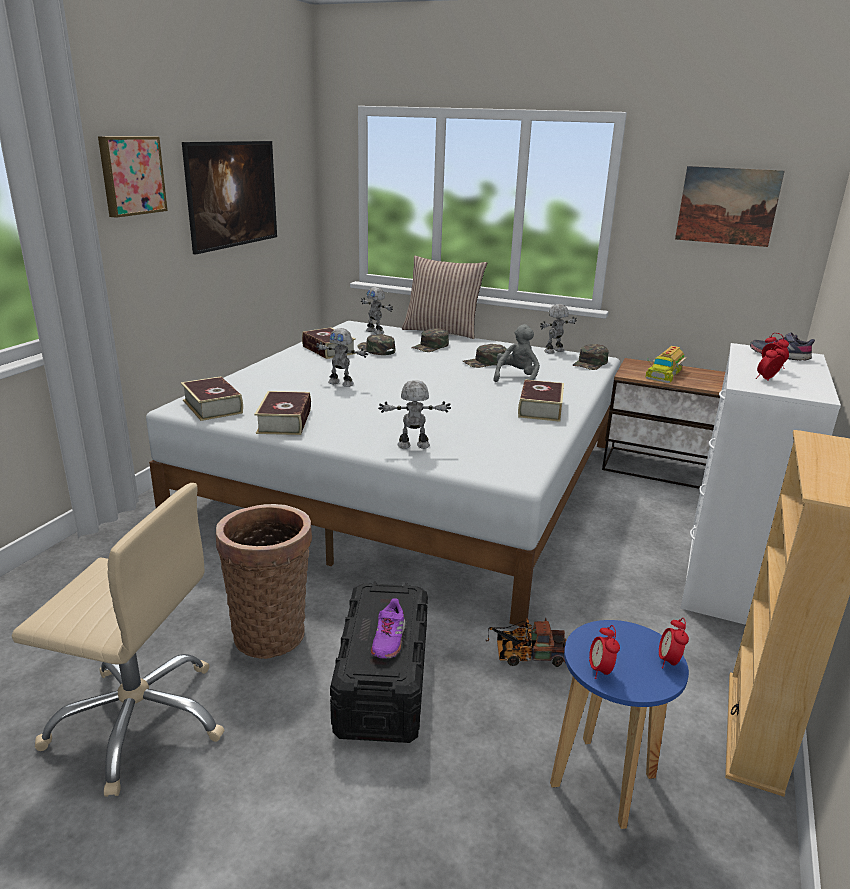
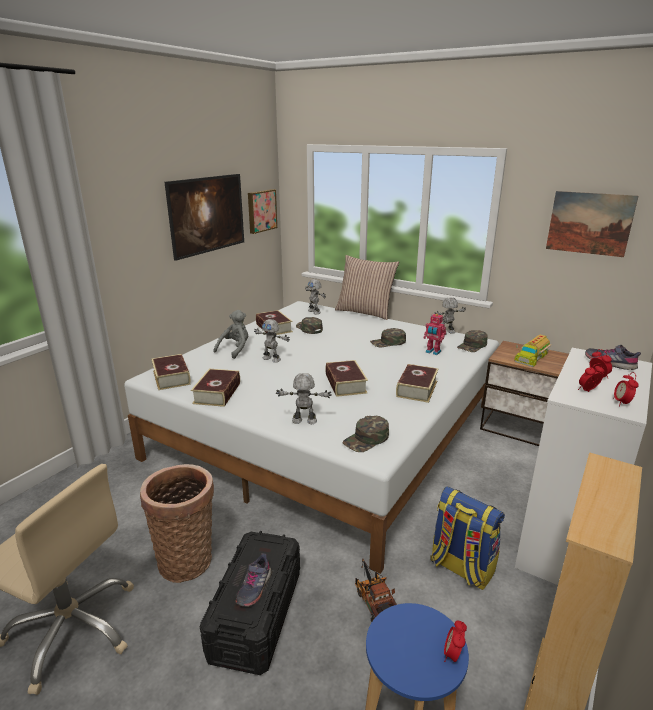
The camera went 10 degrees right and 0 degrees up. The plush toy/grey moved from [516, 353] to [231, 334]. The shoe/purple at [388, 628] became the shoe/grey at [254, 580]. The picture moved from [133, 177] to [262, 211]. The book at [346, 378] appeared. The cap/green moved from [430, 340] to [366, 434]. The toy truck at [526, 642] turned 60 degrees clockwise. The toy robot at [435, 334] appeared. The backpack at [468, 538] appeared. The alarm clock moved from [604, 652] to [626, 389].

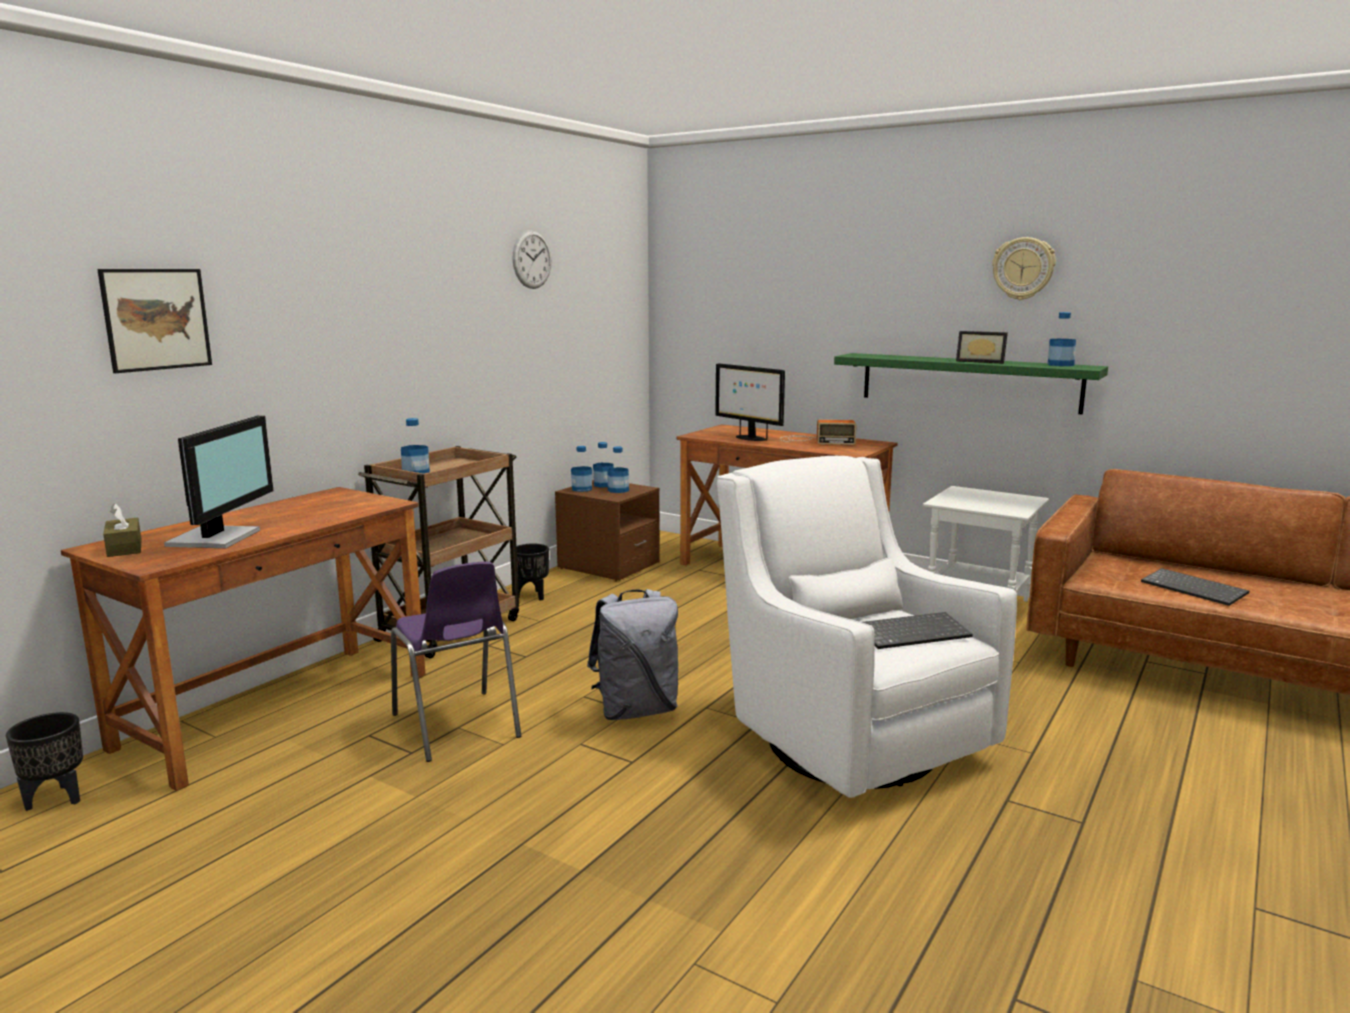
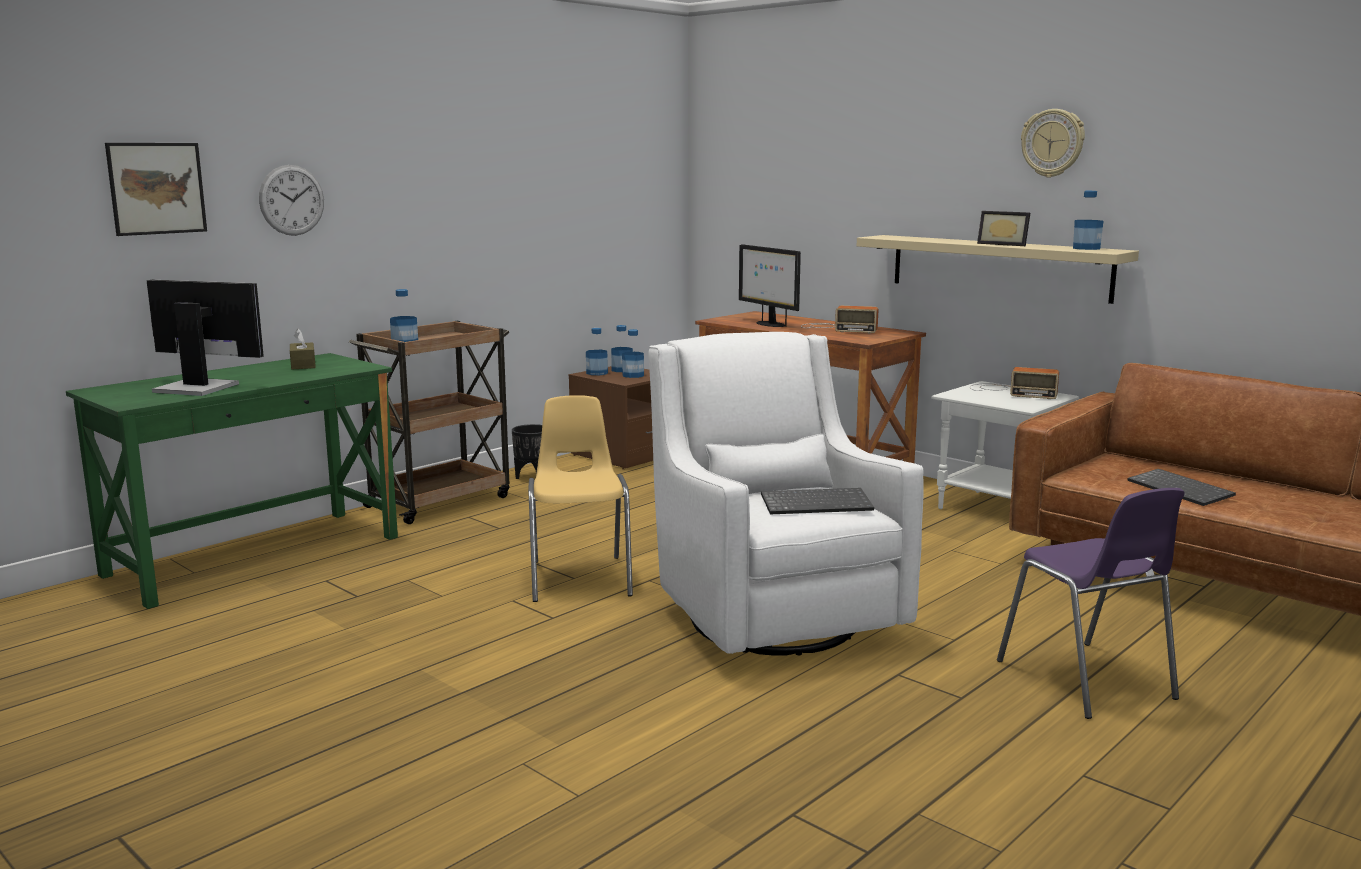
The camera went 10 degrees right and 0 degrees up. The desk/brown at [243, 639] became the desk/green at [232, 481]. The monitor at [218, 482] turned 90 degrees counterclockwise. The wall clock moved from [531, 259] to [291, 200]. The tissue box/brown moved from [122, 530] to [303, 349]. The backpack/grey at [632, 654] was replaced by the chair/yellow at [580, 498]. The shelf/green at [971, 384] became the shelf/beige at [998, 269]. The radio at [1014, 383] appeared. The chair/purple moved from [456, 661] to [1091, 603]. The planter/black at [44, 761] disappeared.

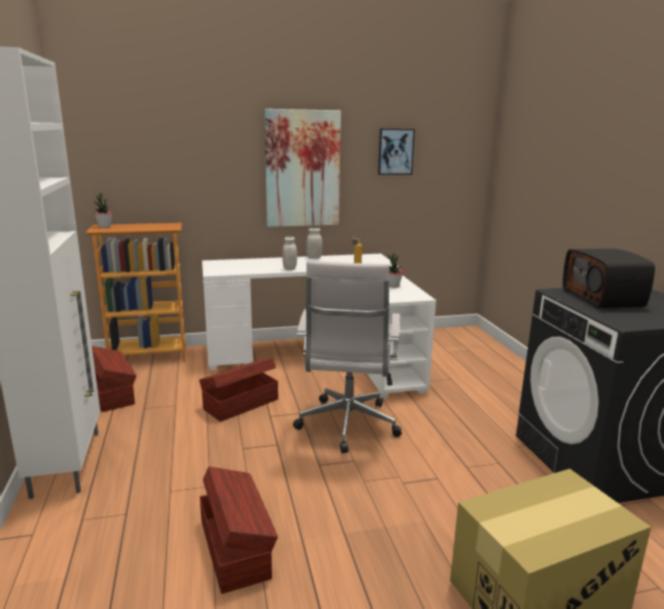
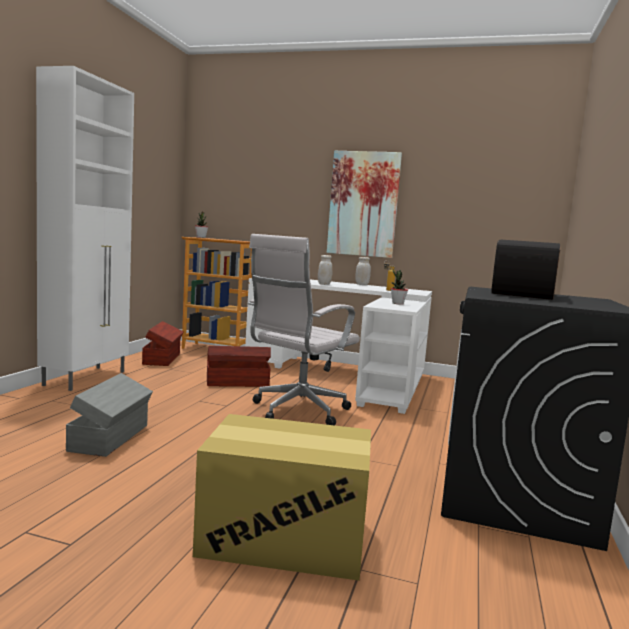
The camera went 30 degrees right and 10 degrees down. The storage box/brown at [239, 530] became the storage box/grey at [109, 415]. The picture at [396, 151] disappeared.

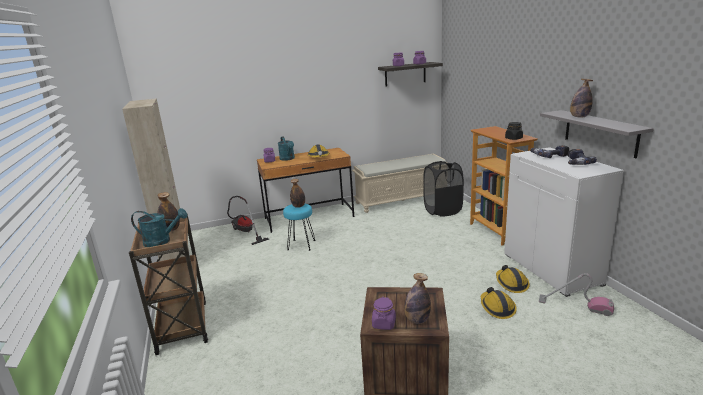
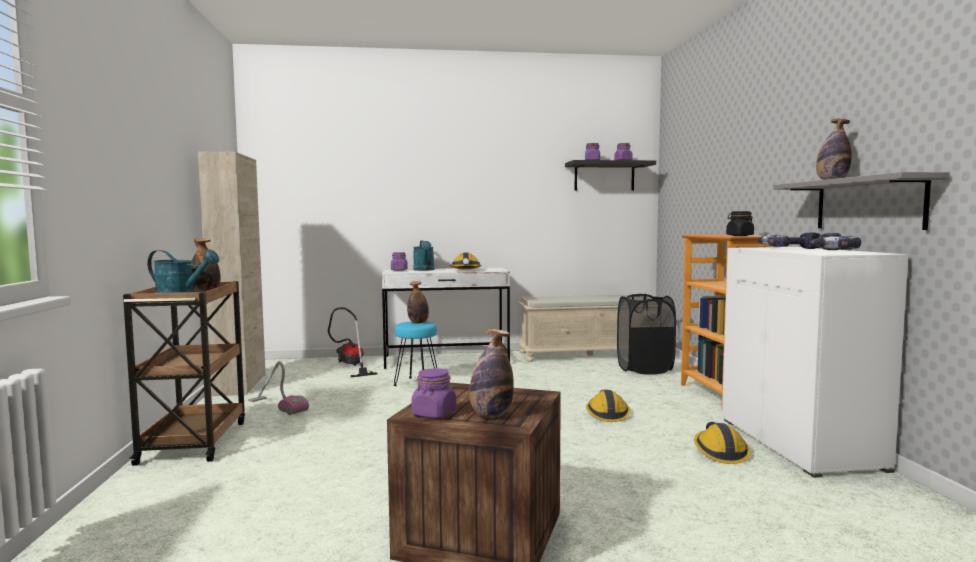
The camera went 10 degrees right and 15 degrees down. The vacuum cleaner moved from [576, 294] to [278, 388]. The desk/brown at [305, 190] became the desk/white at [446, 318]. The hard hat moved from [499, 303] to [608, 406].

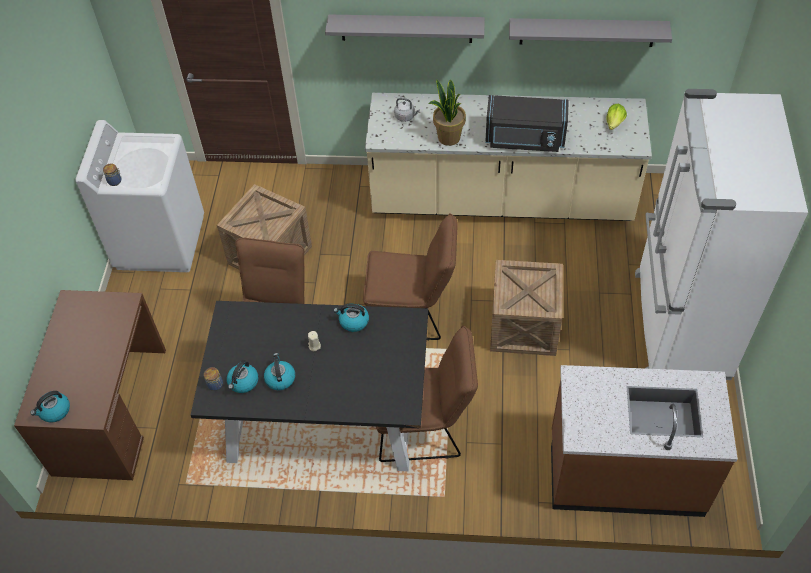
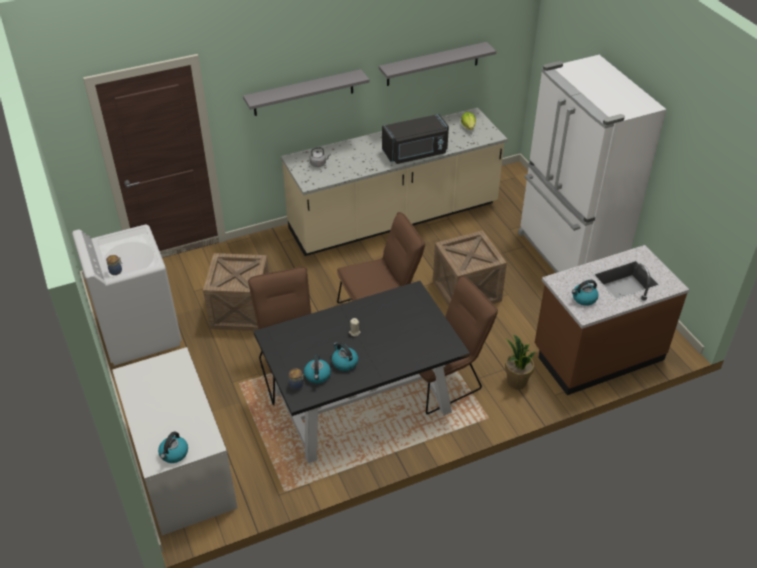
The camera went 30 degrees left and 10 degrees down. The desk/brown at [90, 385] became the desk/white at [175, 441]. The potted plant moved from [447, 112] to [520, 362]. The kettle moved from [351, 318] to [585, 293].

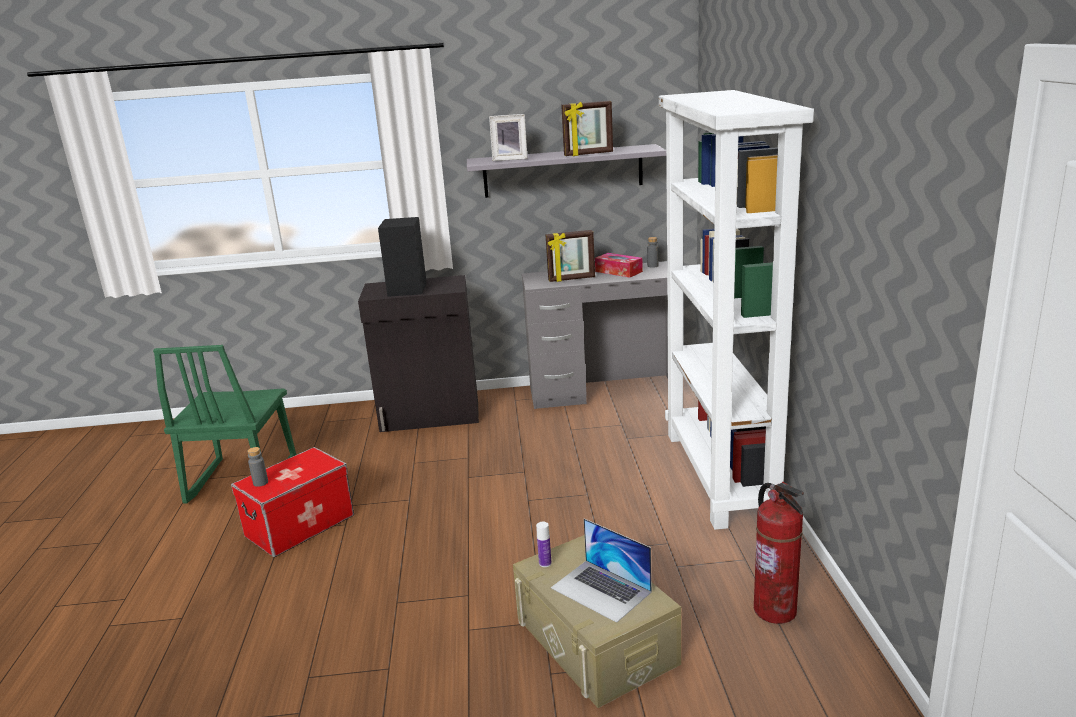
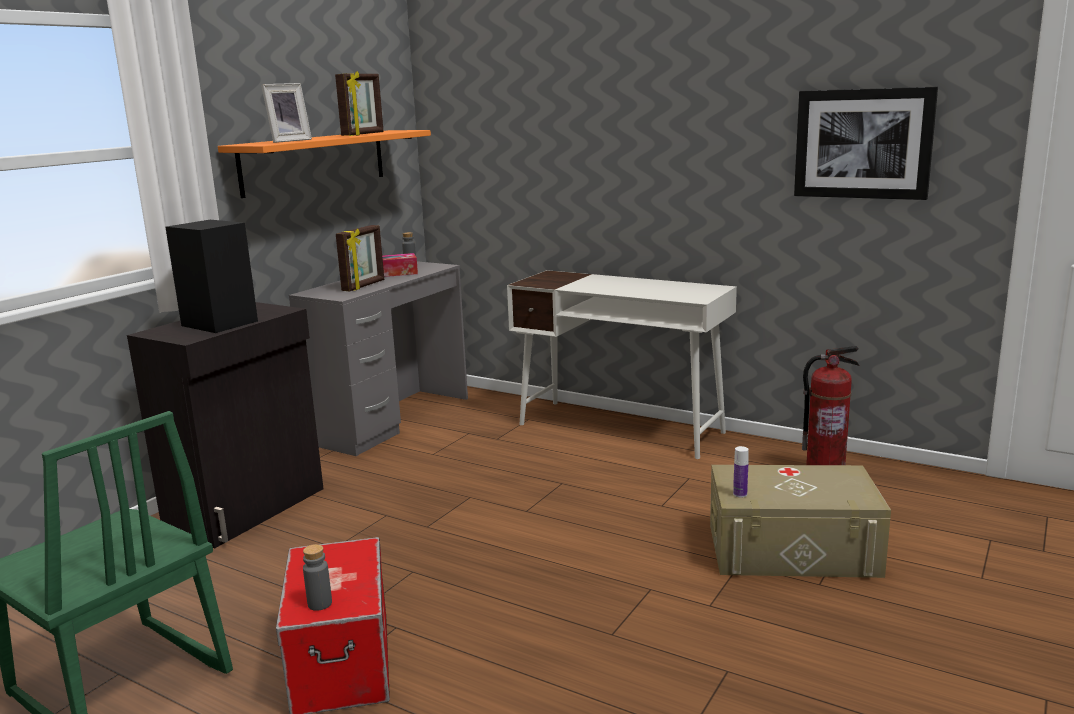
The camera went 55 degrees left and 5 degrees down. The shelf/grey at [566, 171] became the shelf/orange at [324, 164]. The bookcase/white at [736, 310] was replaced by the desk/white at [622, 364]. The picture at [866, 143] appeared. The laptop at [601, 570] disappeared.

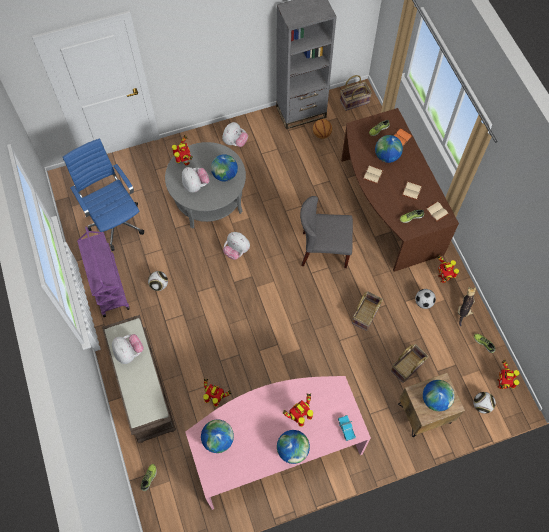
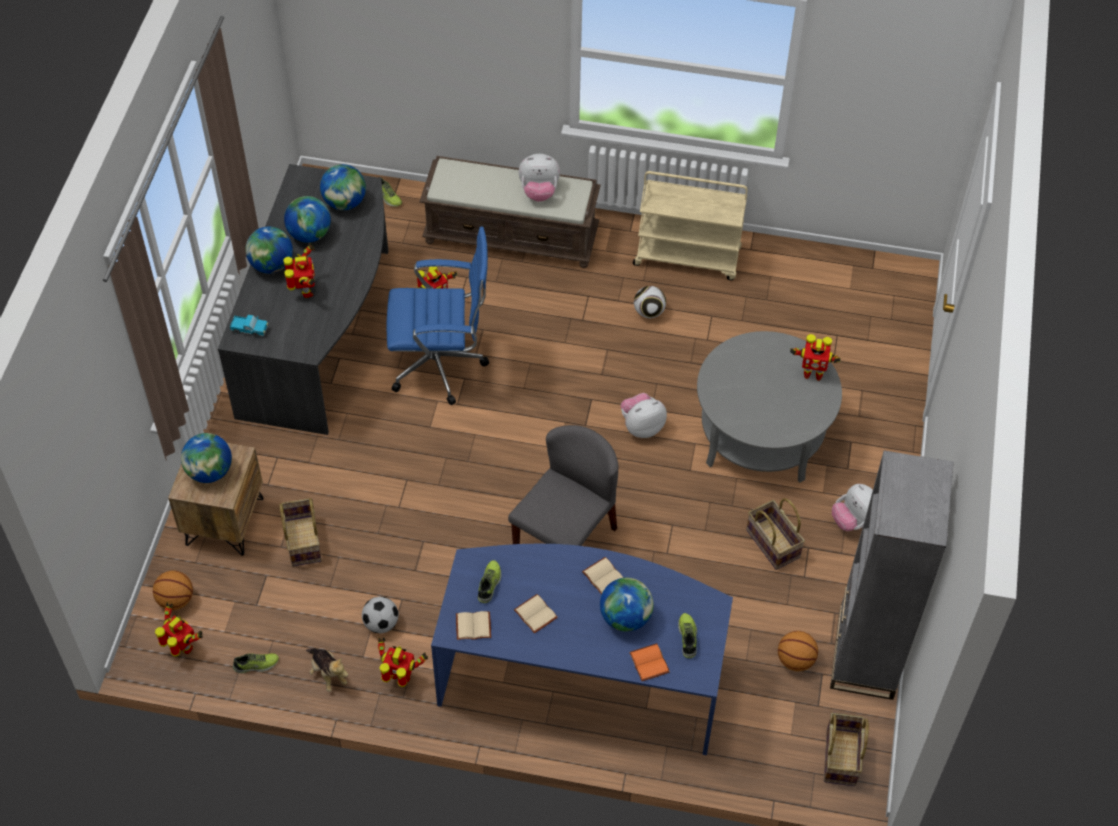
The camera went 120 degrees right and 10 degrees down. The football at [484, 403] was replaced by the basketball at [173, 590]. The desk/pink at [278, 443] became the desk/grey at [303, 299]. The globe moved from [224, 168] to [307, 219]. The office chair/blue moved from [103, 195] to [438, 316]. The desk/brown at [400, 190] became the desk/blue at [582, 649]. The cart/purple at [103, 271] became the cart/beige at [690, 225]. The basket moved from [367, 311] to [775, 534]. The plush toy at [196, 180] disappeared.

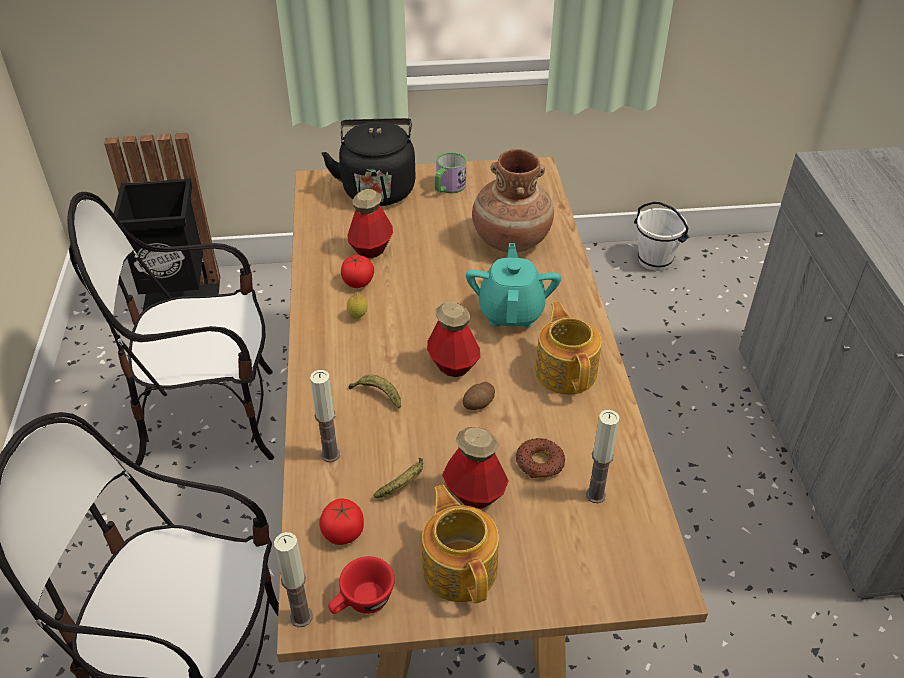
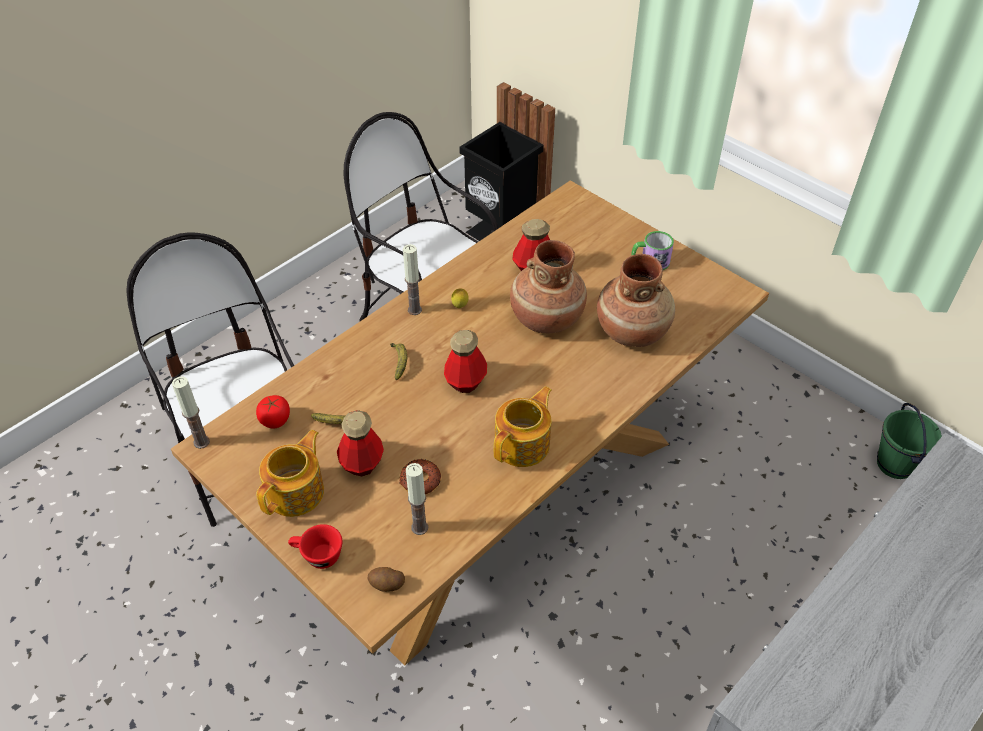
The camera went 50 degrees right and 5 degrees up. The cup/red moved from [361, 585] to [315, 546]. The potato moved from [479, 396] to [386, 579]. The candle moved from [325, 416] to [412, 279]. The vase/brown at [548, 286] appeared. The bucket/white at [661, 236] became the bucket/green at [909, 441]. The kettle/black at [369, 162] disappeared. The tomato at [357, 271] disappeared. The teapot/turquoise at [513, 285] disappeared.

